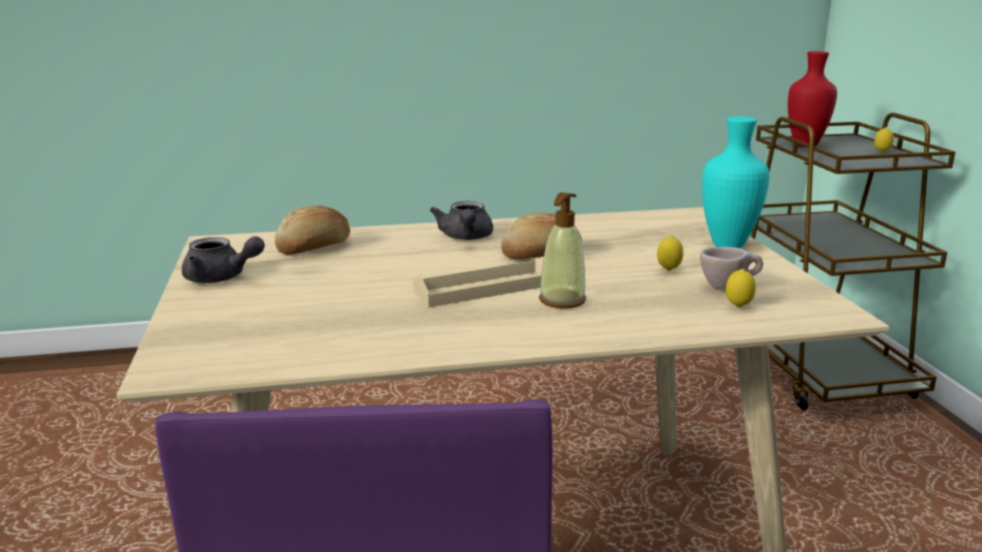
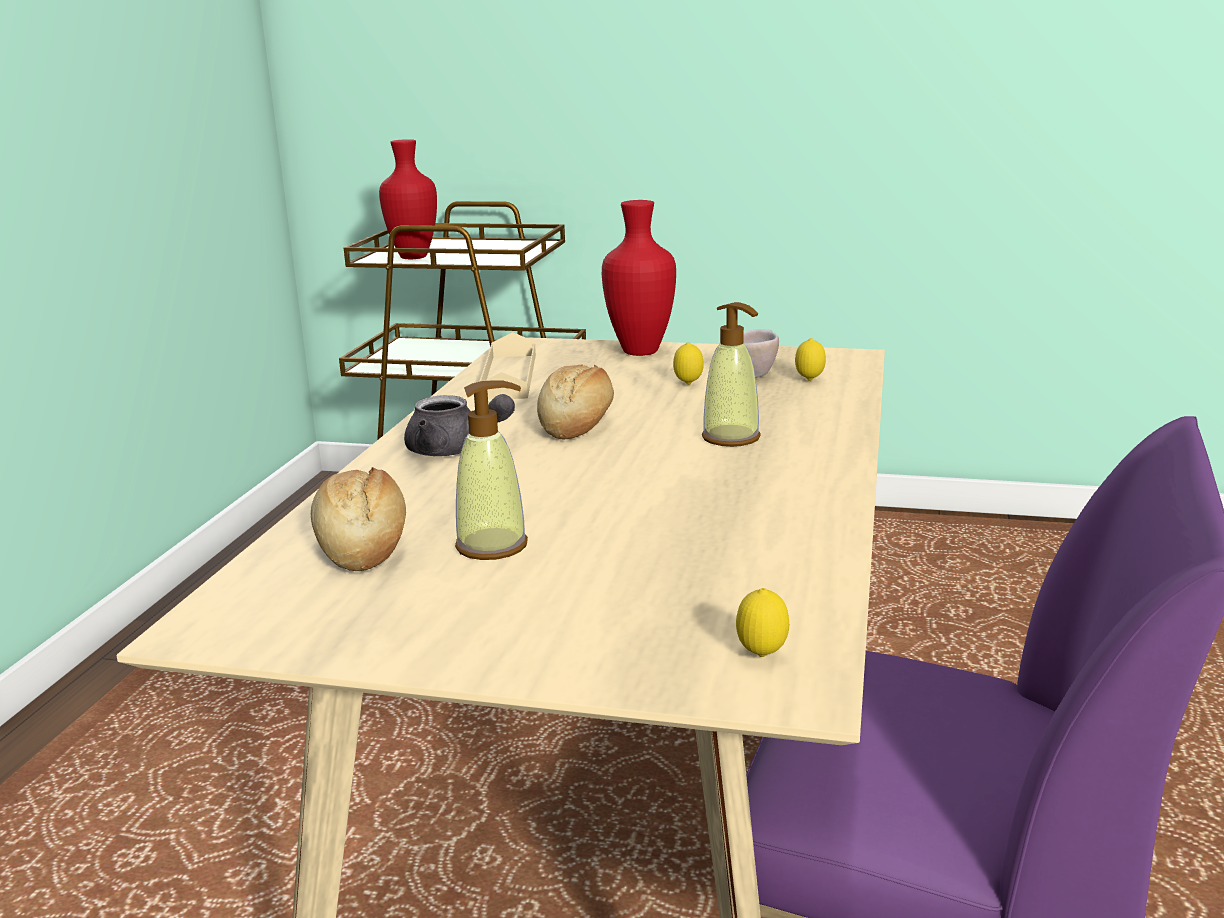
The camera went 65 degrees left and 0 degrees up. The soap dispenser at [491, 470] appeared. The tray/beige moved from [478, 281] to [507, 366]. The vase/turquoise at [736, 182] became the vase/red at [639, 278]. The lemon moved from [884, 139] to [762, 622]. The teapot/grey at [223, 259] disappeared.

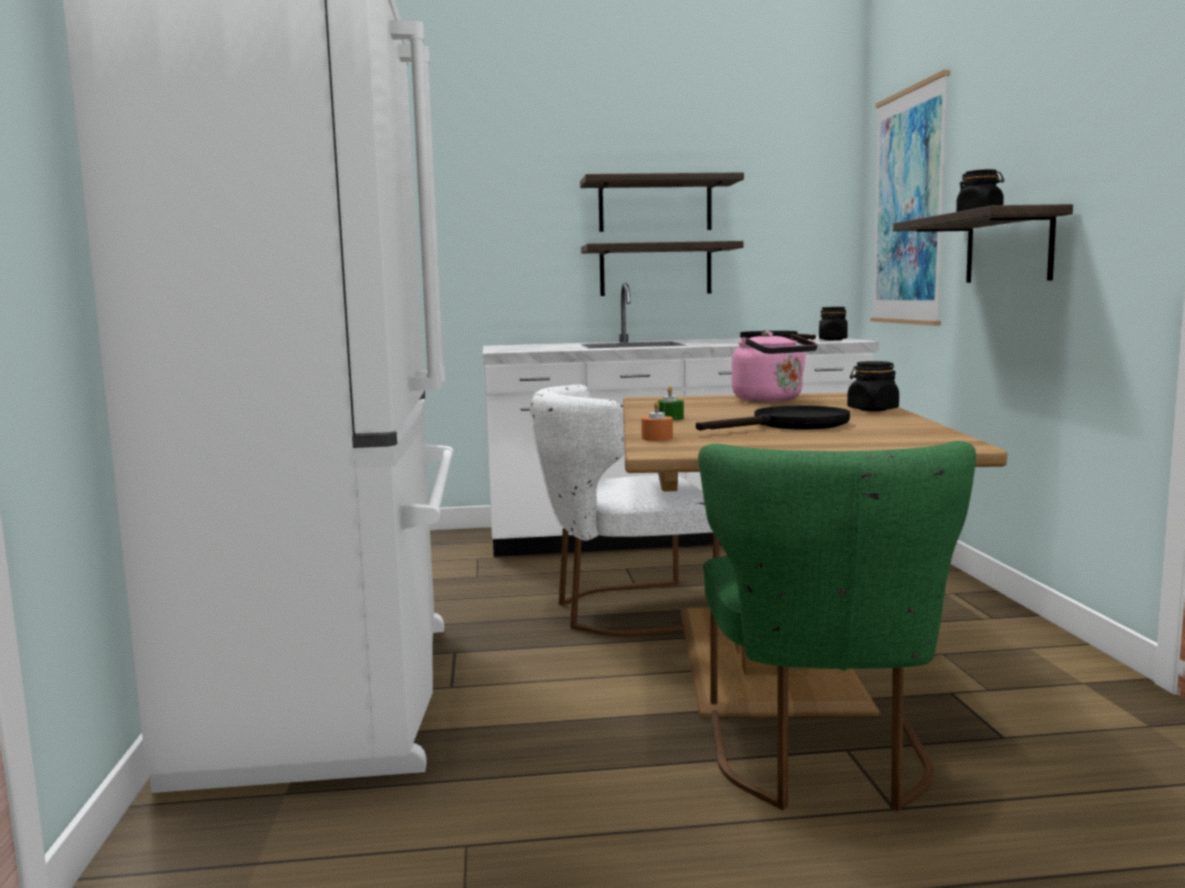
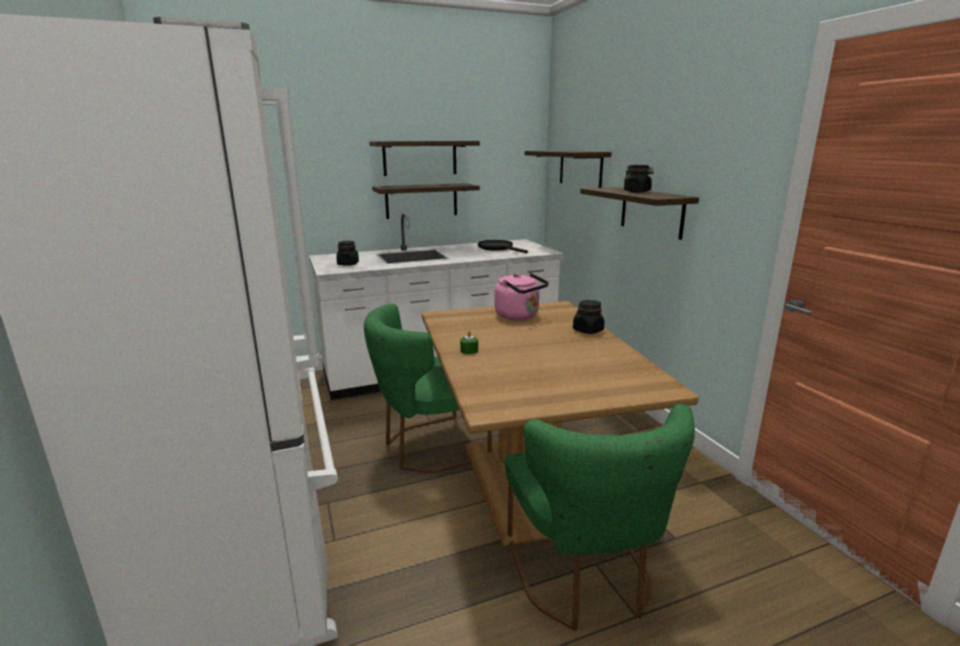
The camera went 15 degrees left and 10 degrees up. The jar/black moved from [833, 323] to [347, 253]. The chair/white at [625, 510] became the chair/green at [428, 388]. The picture at [910, 198] was replaced by the shelf at [568, 169]. The candle/orange at [657, 421] disappeared. The frying pan/black at [773, 418] disappeared.

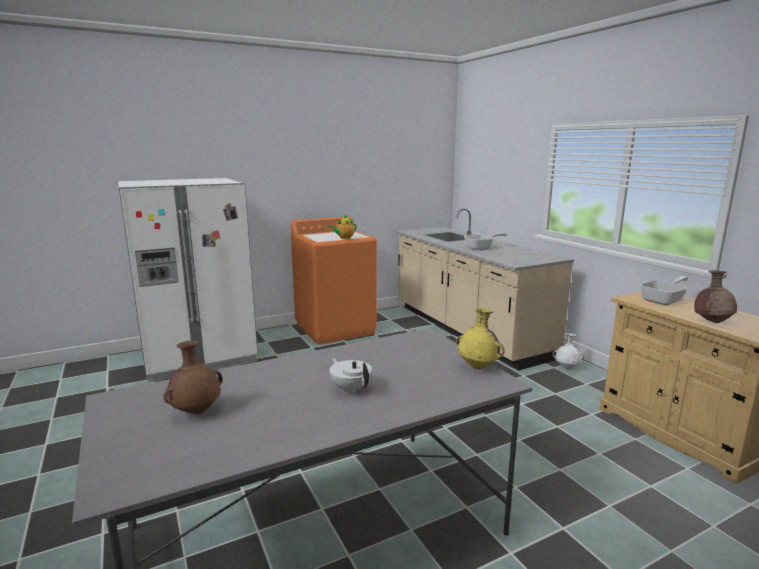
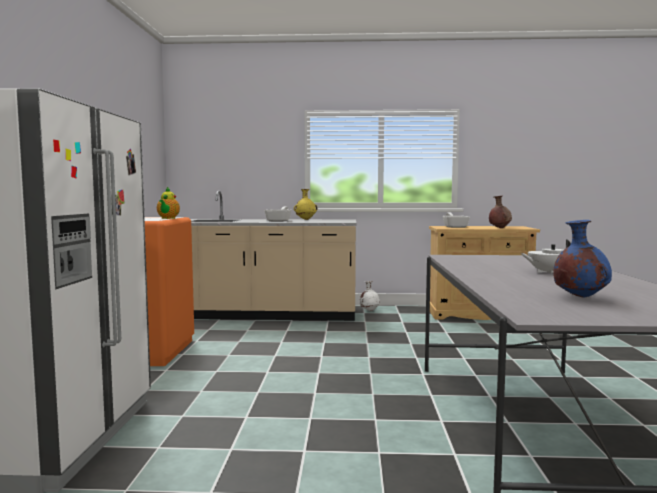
The camera went 60 degrees left and 10 degrees down. The vase/yellow moved from [479, 338] to [306, 204]. The vase/brown at [193, 377] became the vase/blue at [582, 258].

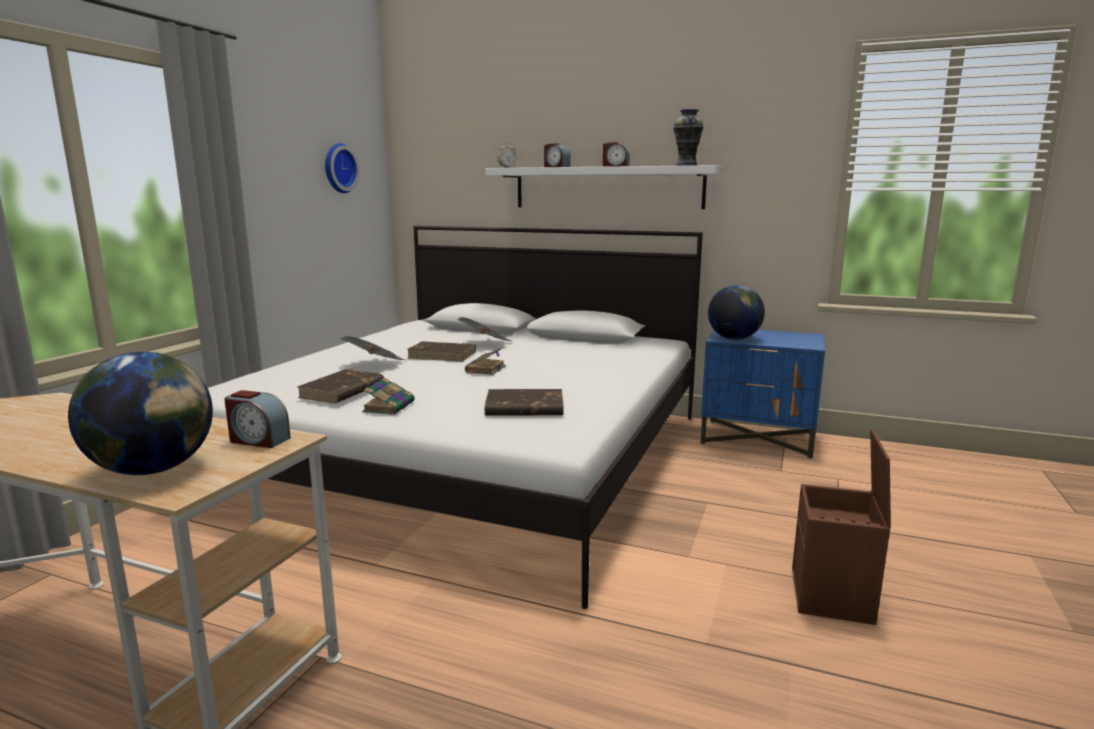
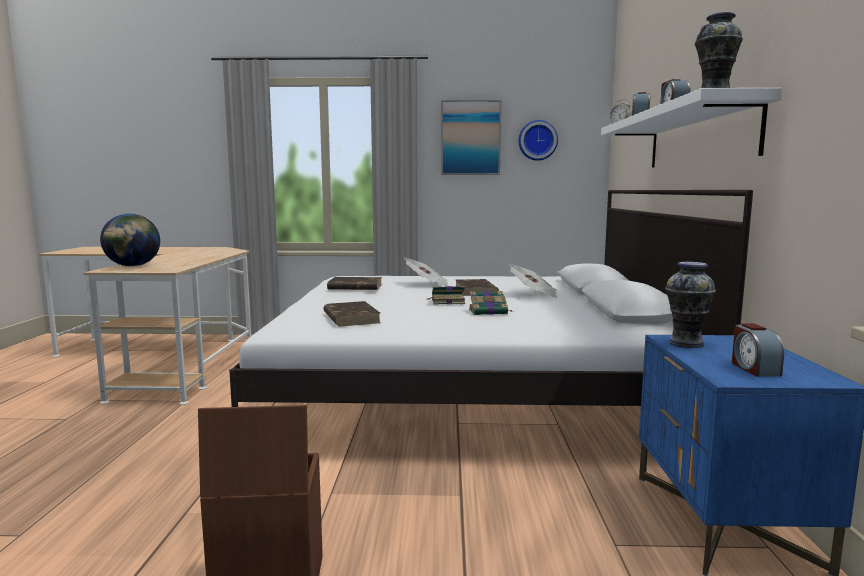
The camera went 70 degrees right and 5 degrees down. The picture at [471, 137] appeared. The book moved from [388, 396] to [490, 303]. The globe at [736, 312] was replaced by the vase at [690, 305]. The alarm clock moved from [257, 419] to [758, 350].

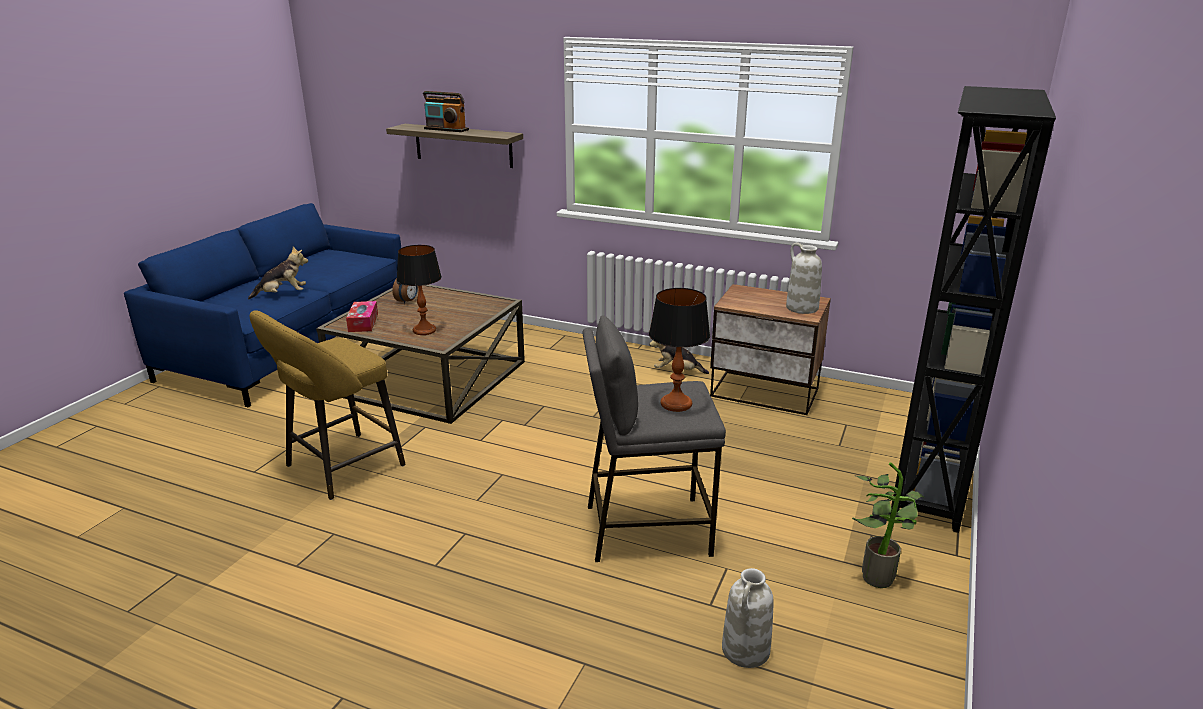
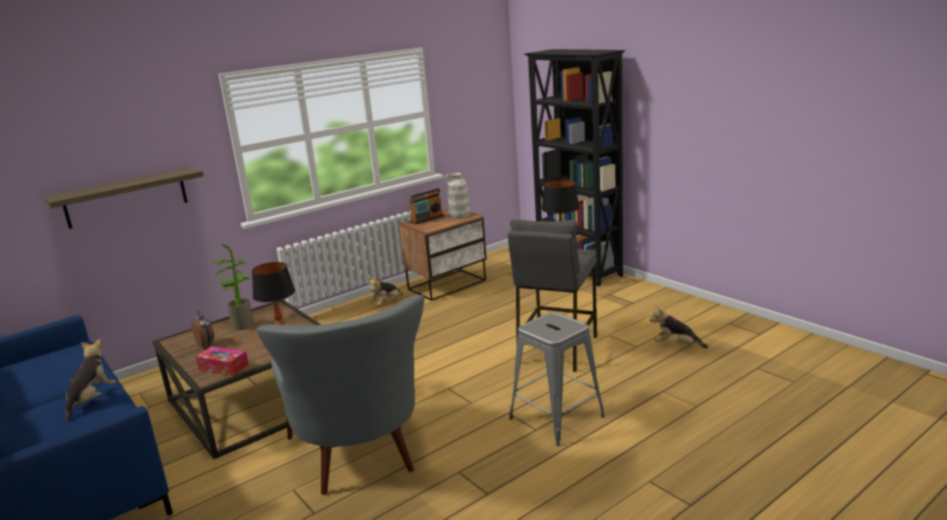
The camera went 60 degrees left and 5 degrees down. The potted plant moved from [888, 525] to [230, 286]. The stool/yellow at [327, 405] was replaced by the armchair/grey at [340, 395]. The radio moved from [446, 111] to [426, 206]. The stool/grey at [557, 379] appeared. The vase/white at [748, 618] was replaced by the plush toy at [679, 326].

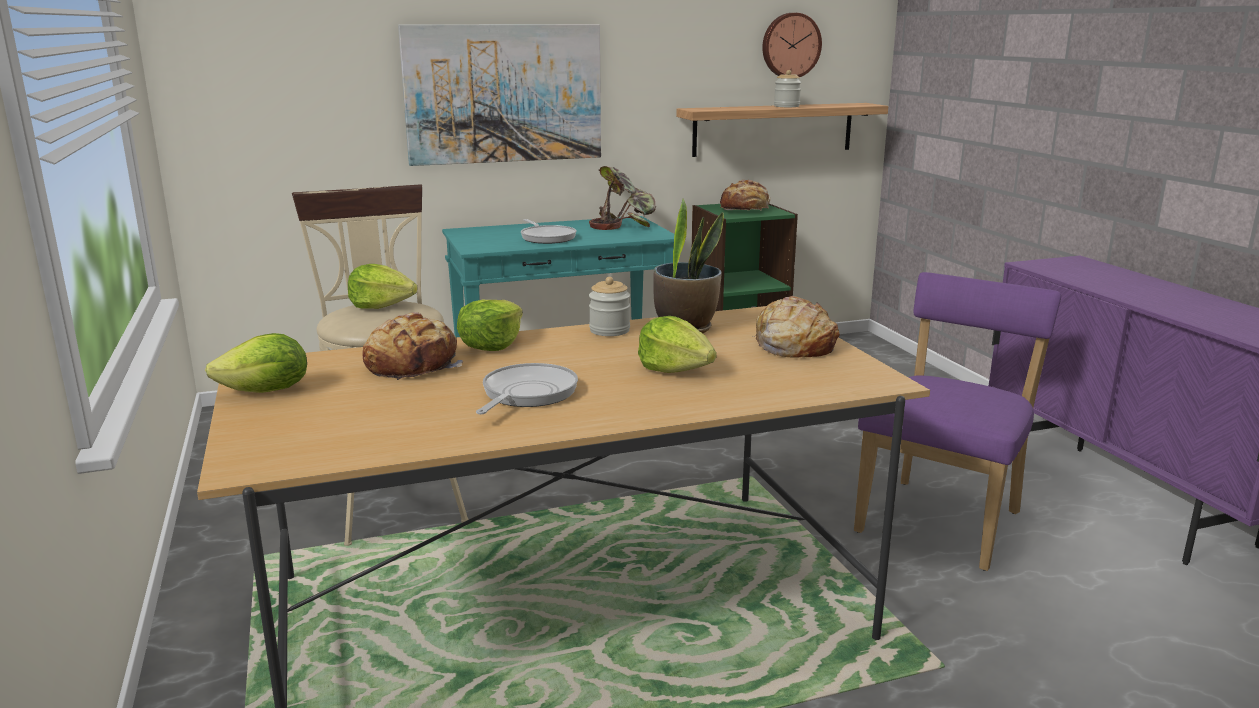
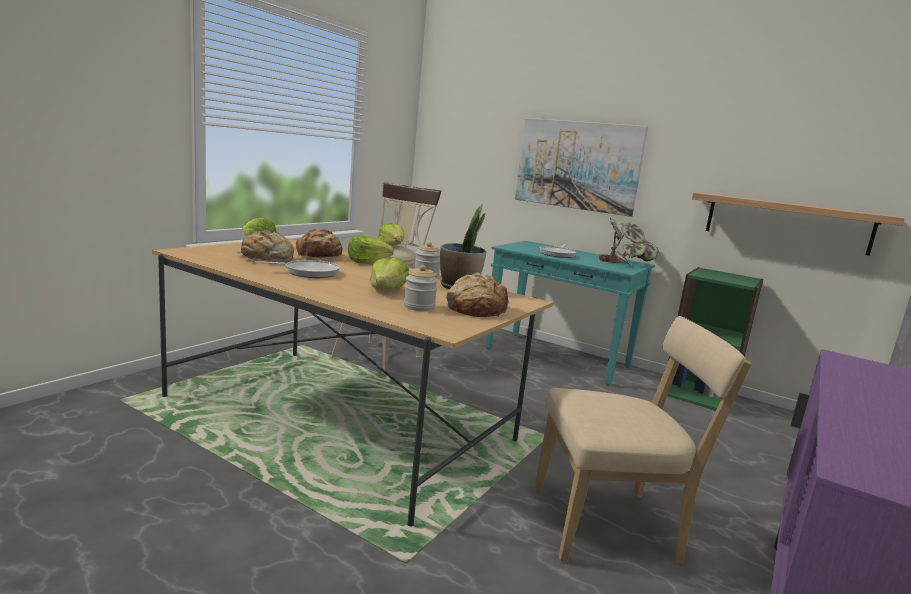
The camera went 50 degrees right and 5 degrees down. The bread moved from [745, 195] to [265, 246]. The jar moved from [787, 88] to [421, 288]. The chair/purple at [957, 421] became the chair/beige at [642, 440]. The wall clock at [792, 45] disappeared.

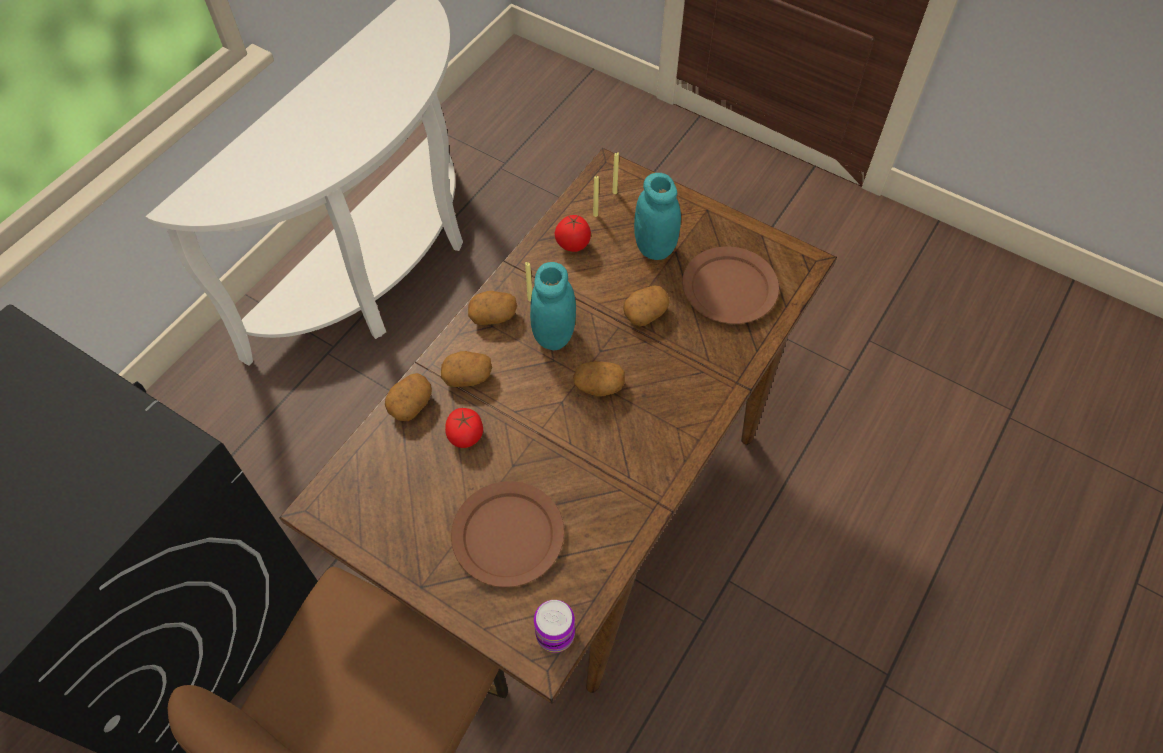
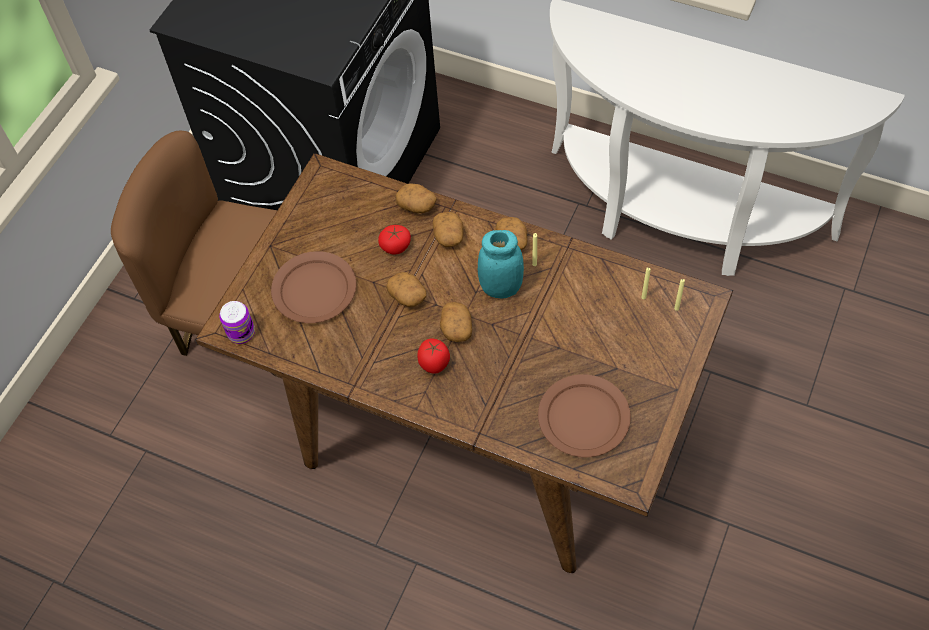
The camera went 85 degrees right and 0 degrees up. The potato moved from [646, 306] to [406, 289]. The tomato moved from [573, 233] to [433, 356]. The jar/turquoise at [657, 216] disappeared.

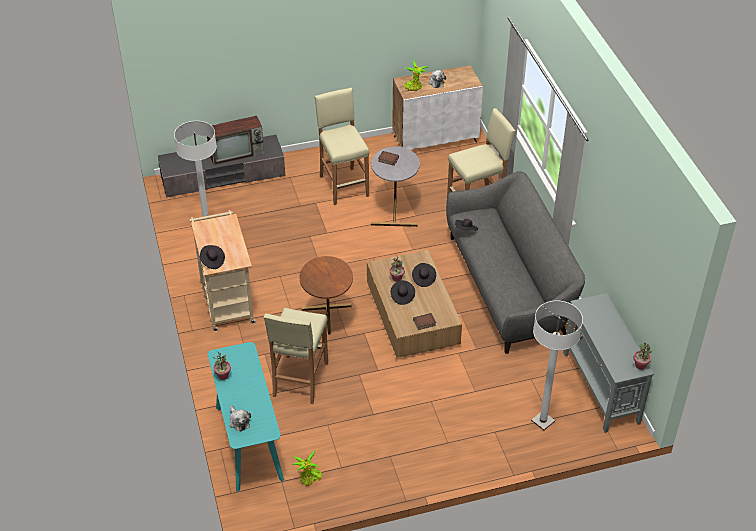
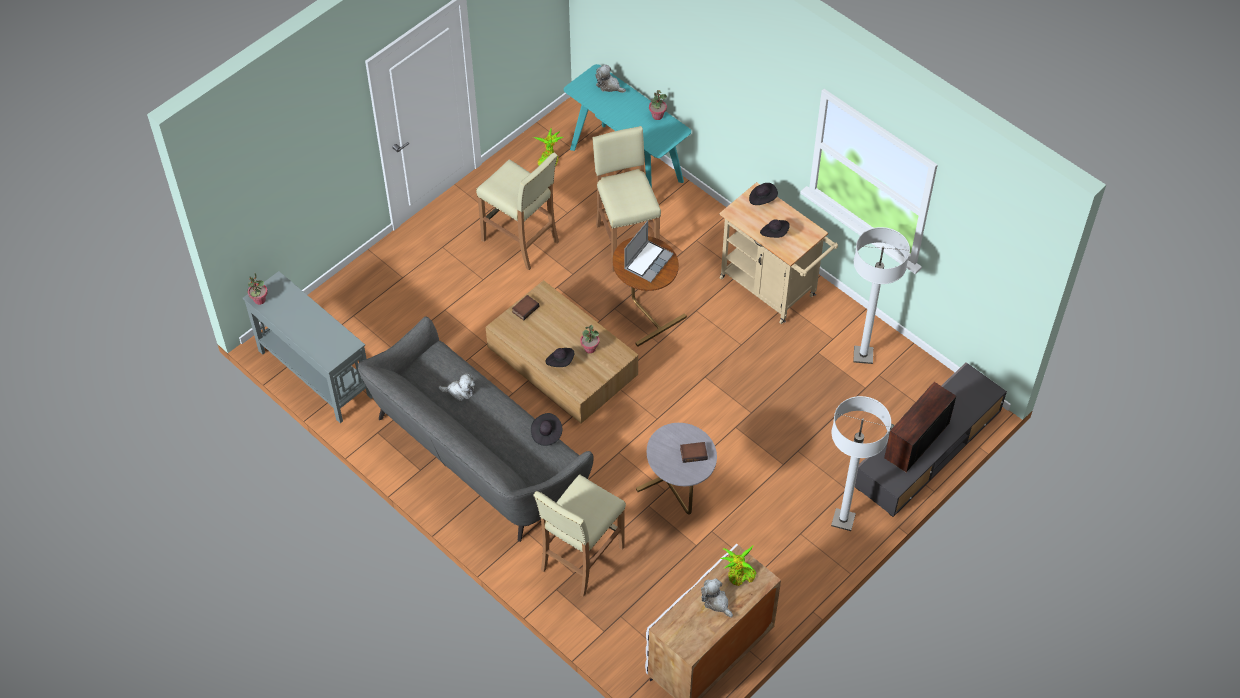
The camera went 150 degrees right and 10 degrees up. The plush toy at [456, 387] appeared. The stool/beige moved from [342, 146] to [517, 211]. The laptop at [649, 251] appeared. The hat/black moved from [403, 292] to [775, 228]. The floor lamp/white moved from [557, 365] to [861, 463].

